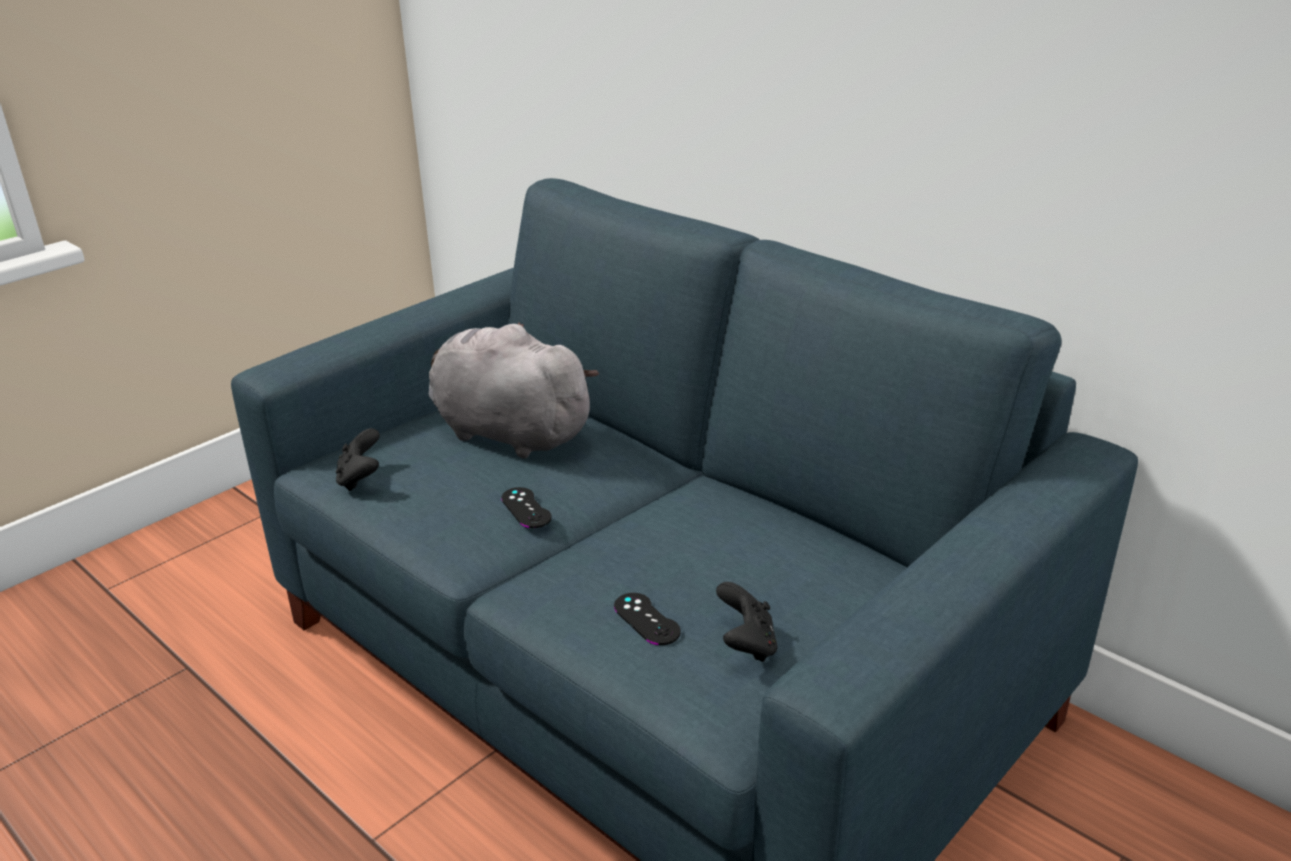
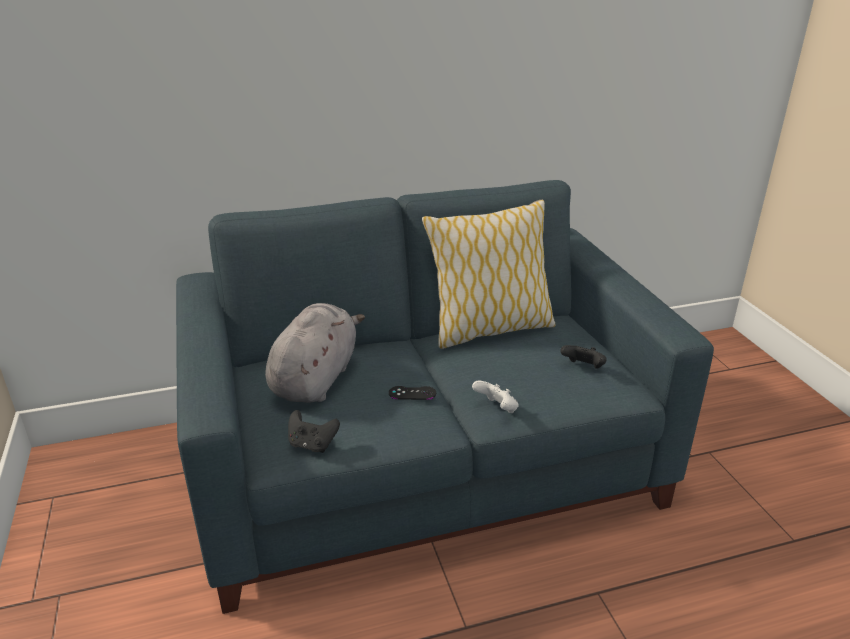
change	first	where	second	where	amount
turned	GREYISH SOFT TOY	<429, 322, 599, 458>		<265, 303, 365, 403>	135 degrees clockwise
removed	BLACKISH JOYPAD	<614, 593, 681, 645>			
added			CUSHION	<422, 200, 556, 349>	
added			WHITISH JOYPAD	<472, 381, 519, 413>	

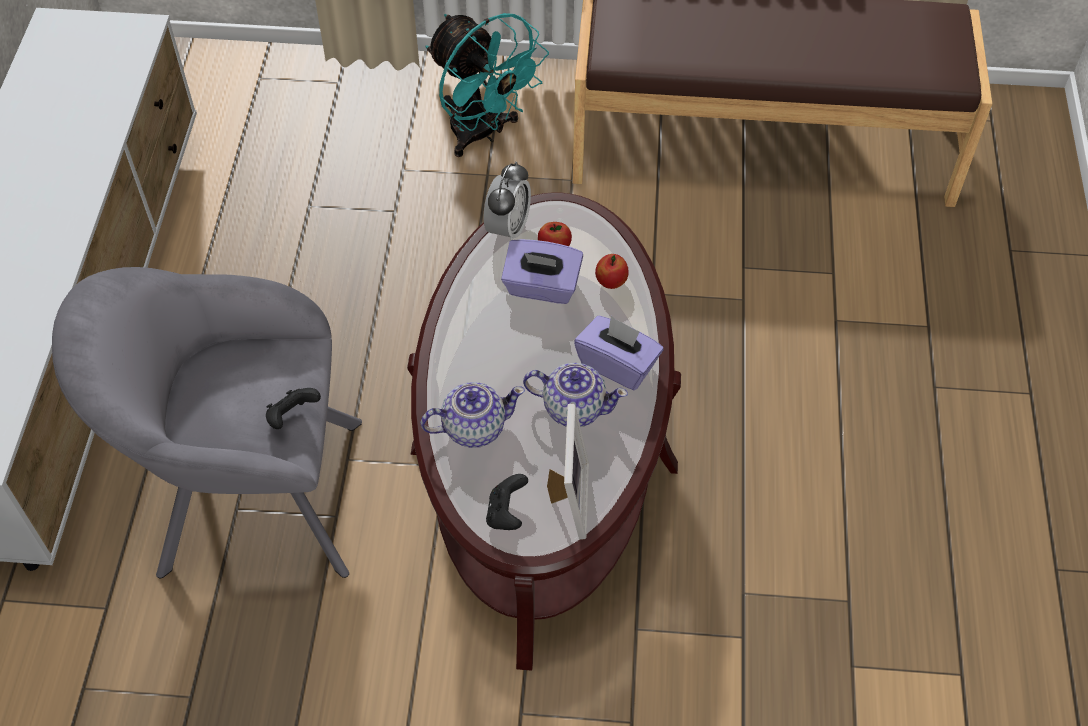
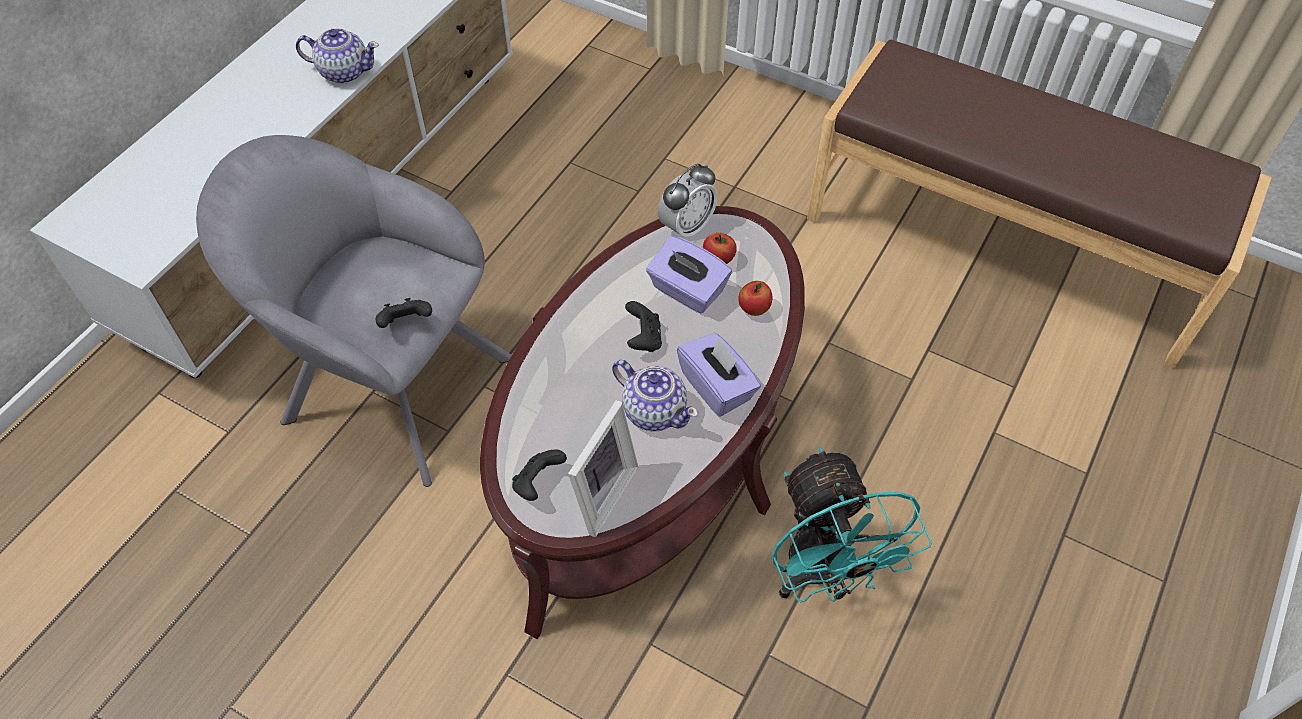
change	first	where	second	where	amount
moved	TURQUOISE FAN	<426, 13, 549, 157>		<772, 447, 932, 603>	
moved	POT FOR TEA	<420, 382, 525, 448>		<296, 28, 379, 83>	
added			BLACKISH JOYPAD	<625, 301, 662, 352>	

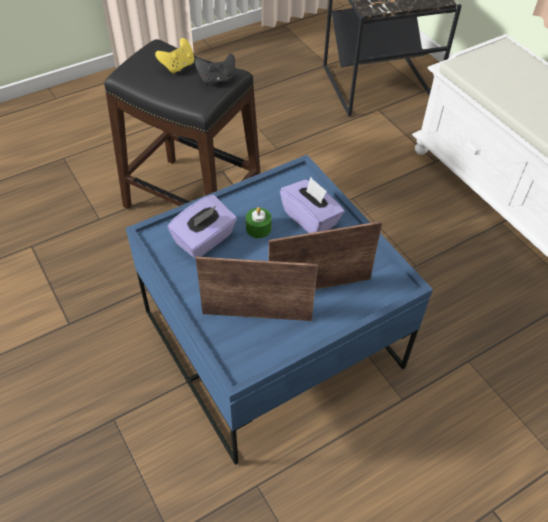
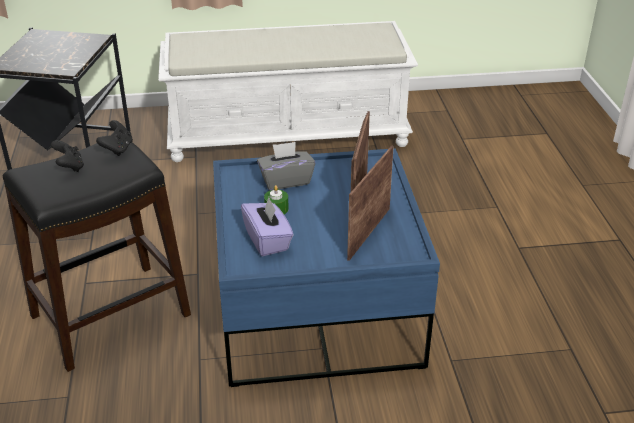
change	first	where	second	where	amount
recoloured	YELLOWISH JOYPAD	<155, 38, 194, 74>	BLACKISH JOYPAD	<51, 140, 84, 172>	
recoloured	PURPLE-COLOURED TISSUE BOX	<280, 177, 345, 233>	GREYISH TISSUE BOX	<257, 142, 315, 190>	

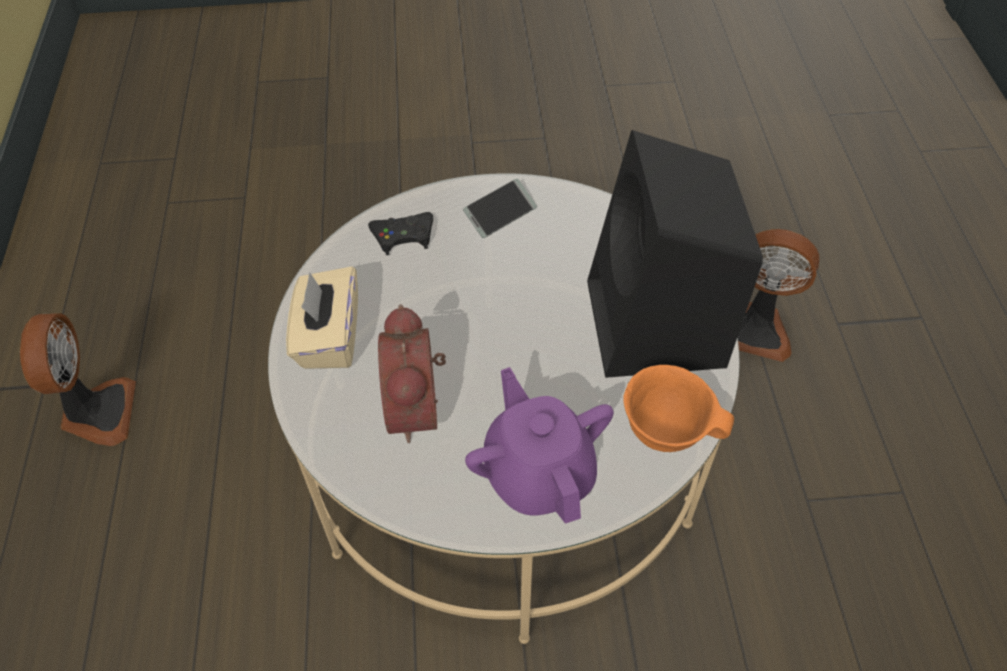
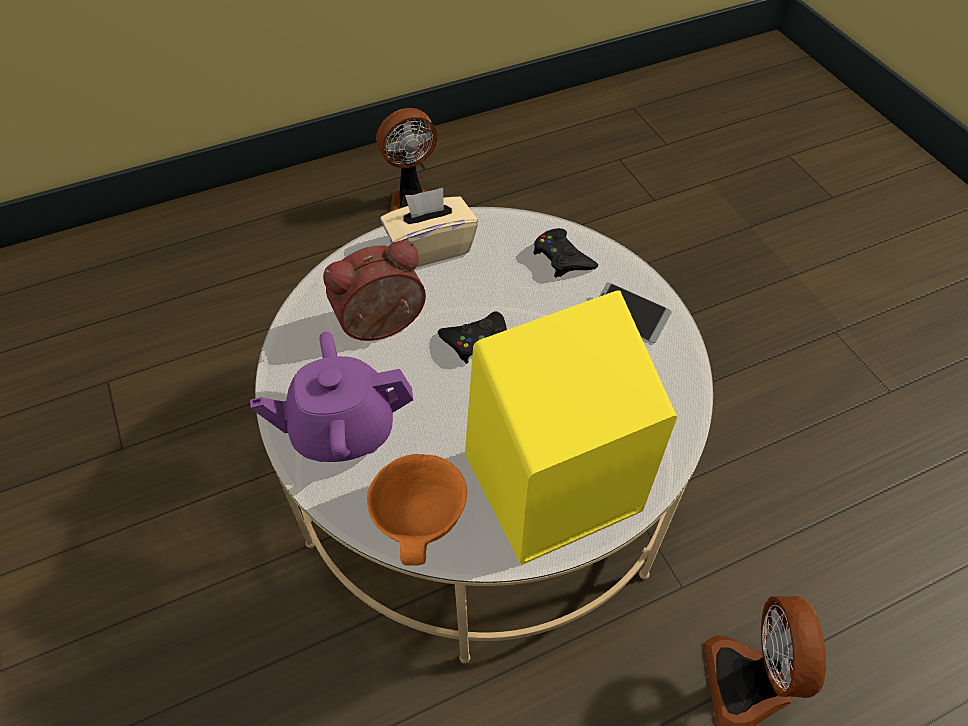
change	first	where	second	where	amount
recoloured	BLACKISH LOUDSPEAKER	<587, 130, 763, 378>	YELLOWISH LOUDSPEAKER	<465, 290, 677, 565>	
turned	PURPLE-COLOURED POT FOR TEA	<465, 367, 614, 524>		<250, 332, 413, 462>	150 degrees counterclockwise
added			BLACKISH JOYPAD	<438, 311, 507, 364>	

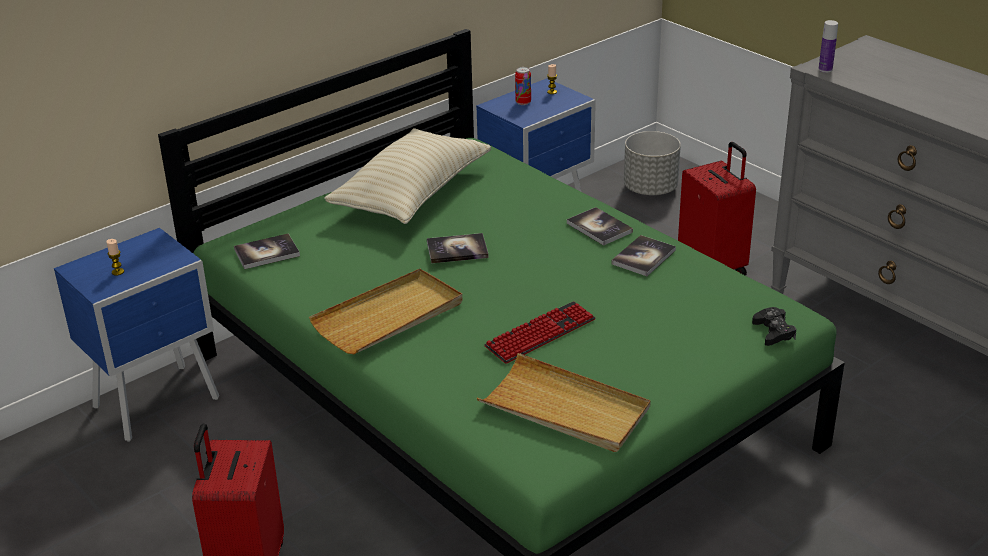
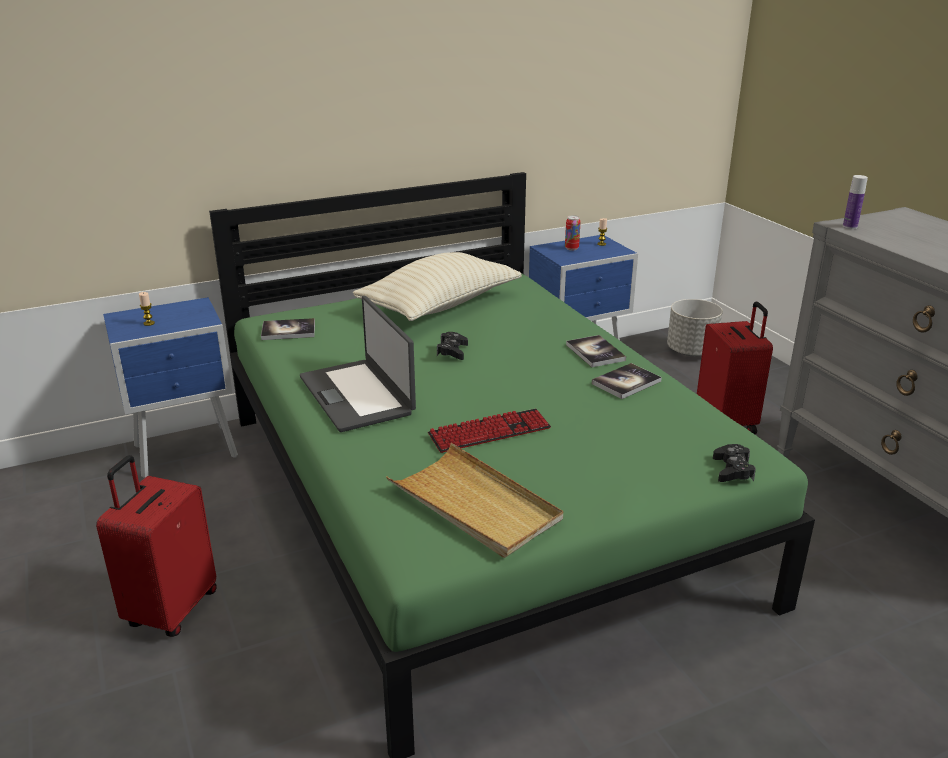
change	first	where	second	where	amount
replaced	BOOK	<427, 233, 489, 263>	BLACKISH JOYPAD	<437, 332, 468, 360>	
replaced	SAND-COLOURED TRAY	<309, 269, 463, 354>	LAPTOP	<300, 296, 416, 432>	

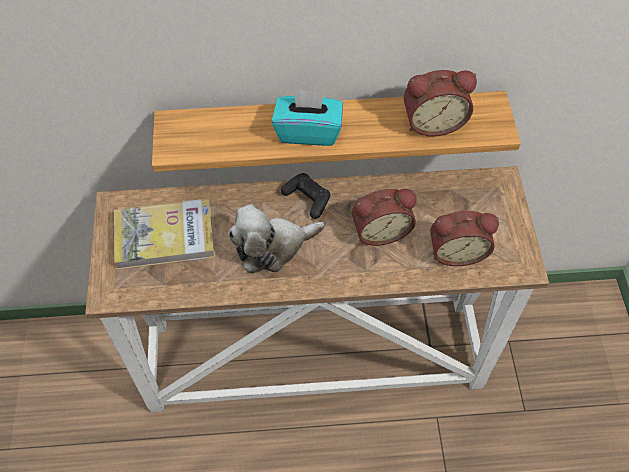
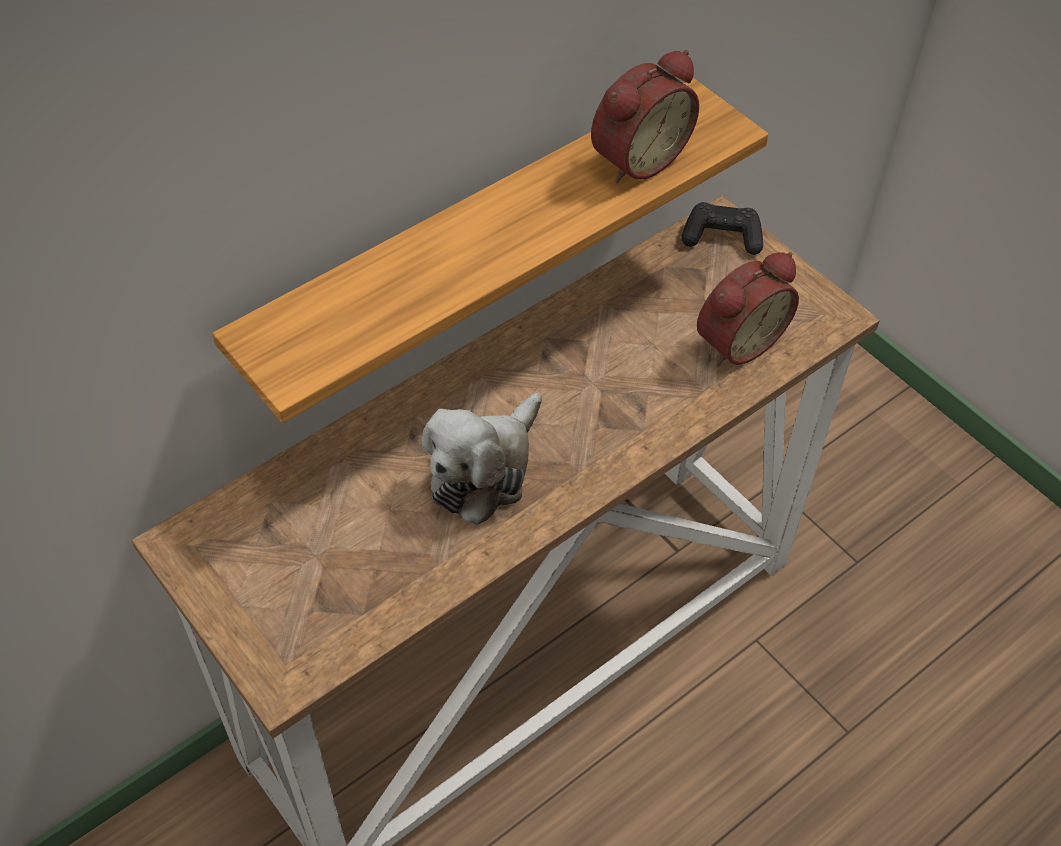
change	first	where	second	where	amount
removed	TURQUOISE TISSUE BOX	<272, 89, 343, 146>			
moved	BLACKISH JOYPAD	<281, 173, 330, 219>		<681, 202, 763, 255>	
removed	TABLE CLOCK	<352, 189, 417, 246>			
removed	BOOK	<114, 199, 215, 270>			

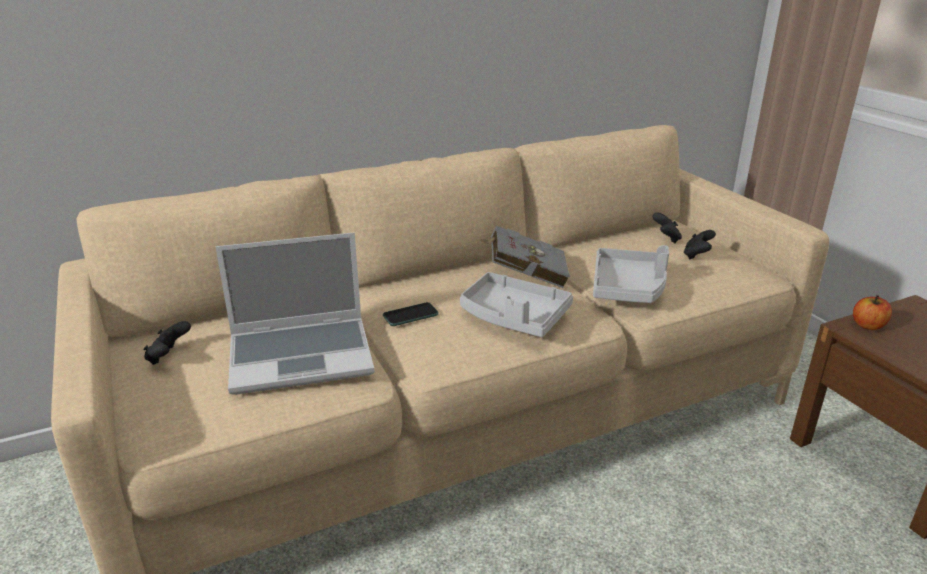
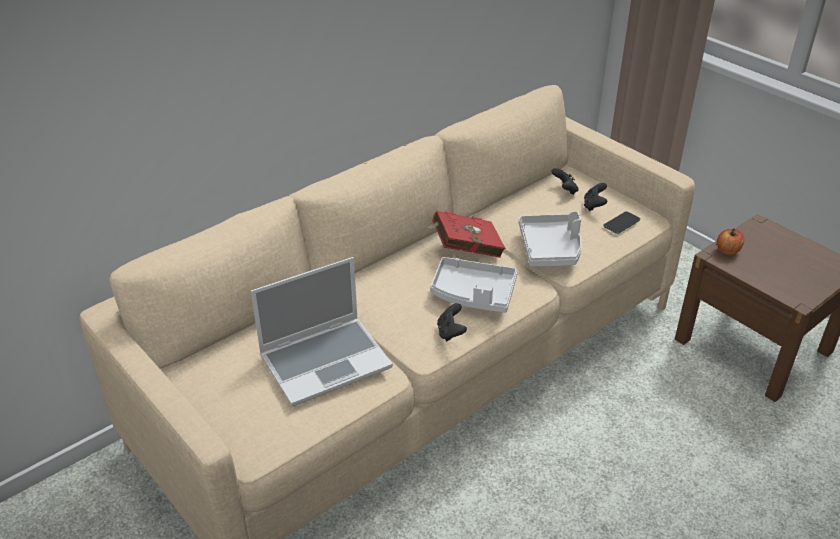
change	first	where	second	where	amount
recoloured	GREYISH BOOK	<478, 226, 570, 288>	RED-COLOURED BOOK	<425, 211, 505, 258>	
moved	HANDSET	<383, 302, 439, 326>		<603, 211, 640, 234>	
moved	BLACKISH JOYPAD	<143, 321, 191, 365>		<437, 303, 467, 341>	

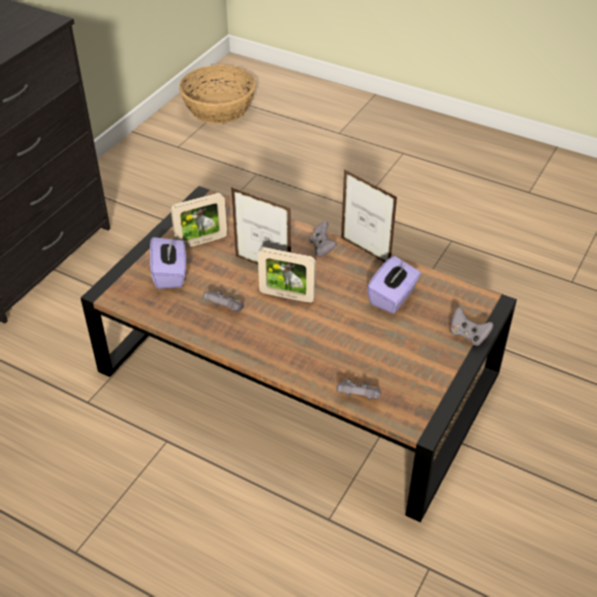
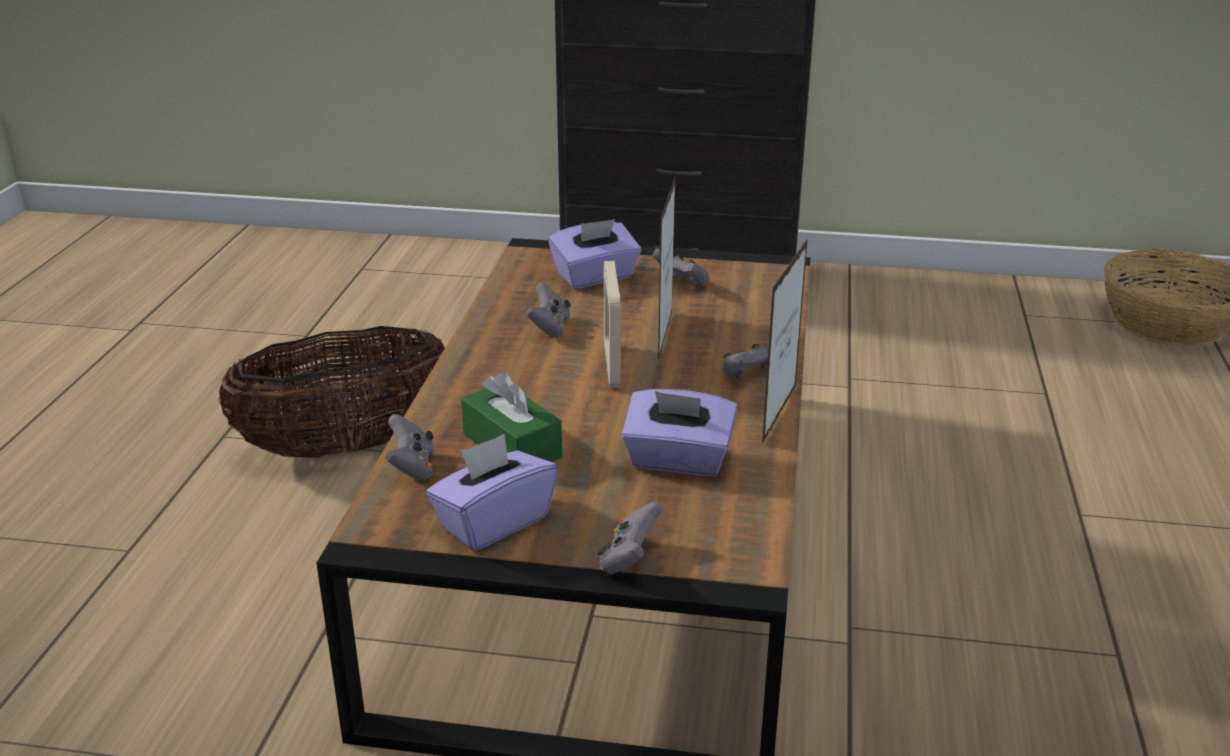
change	first	where	second	where	amount
replaced	PICTURE FRAME	<171, 193, 227, 248>	GREYISH JOYPAD	<652, 248, 709, 287>	
added			HOUSEHOLD BASKET	<219, 326, 445, 458>	
added			GREEN TISSUE BOX	<461, 372, 562, 462>	
added			PURPLE-COLOURED TISSUE BOX	<426, 434, 558, 551>	

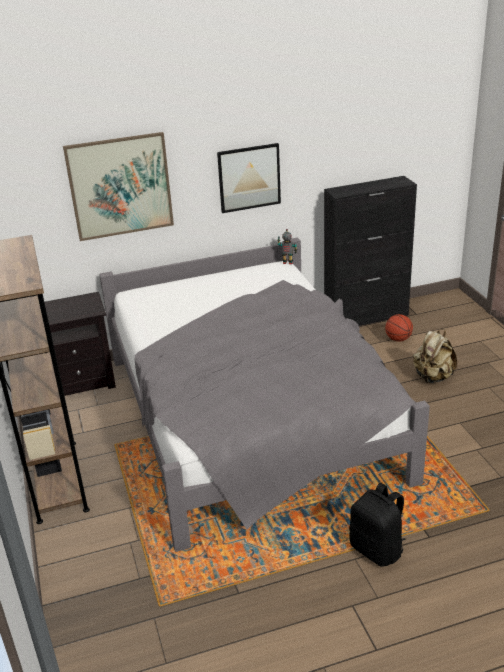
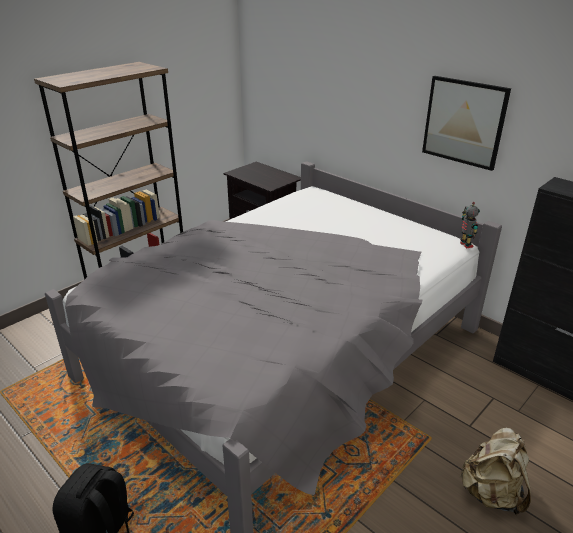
change	first	where	second	where	amount
removed	PICTURE	<63, 132, 174, 241>			
removed	BASKETBALL BALL	<385, 314, 413, 342>			

